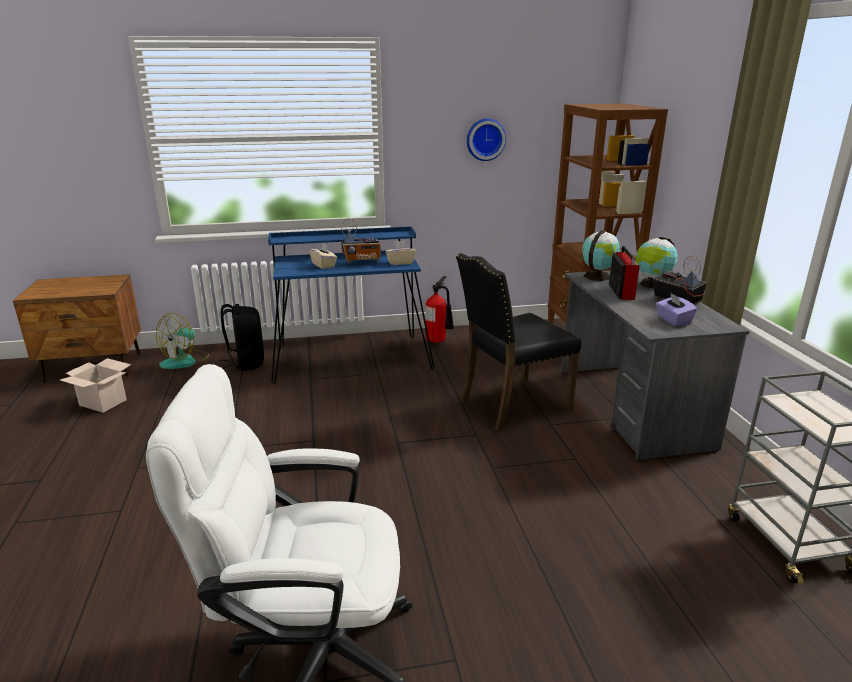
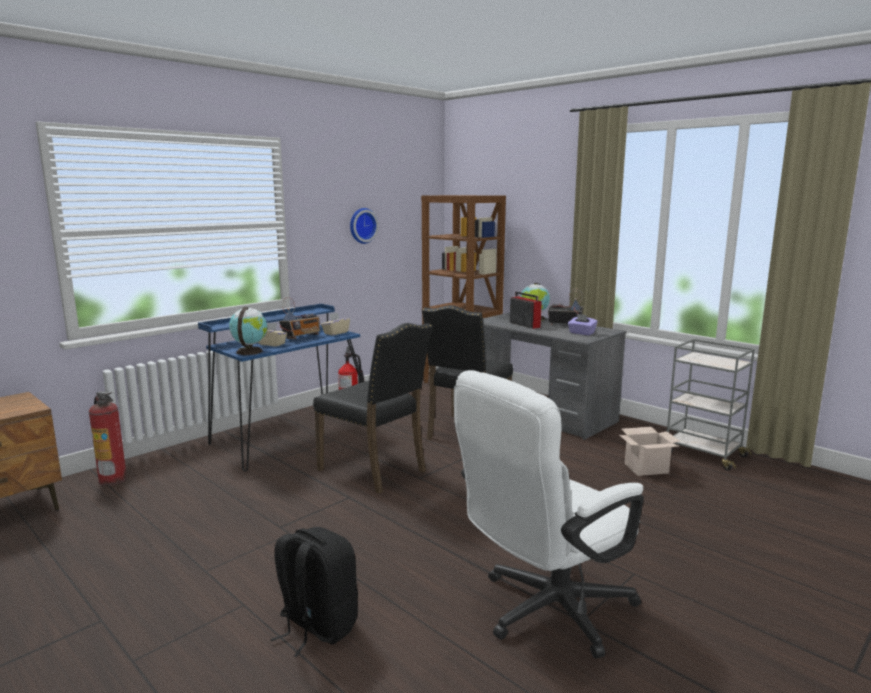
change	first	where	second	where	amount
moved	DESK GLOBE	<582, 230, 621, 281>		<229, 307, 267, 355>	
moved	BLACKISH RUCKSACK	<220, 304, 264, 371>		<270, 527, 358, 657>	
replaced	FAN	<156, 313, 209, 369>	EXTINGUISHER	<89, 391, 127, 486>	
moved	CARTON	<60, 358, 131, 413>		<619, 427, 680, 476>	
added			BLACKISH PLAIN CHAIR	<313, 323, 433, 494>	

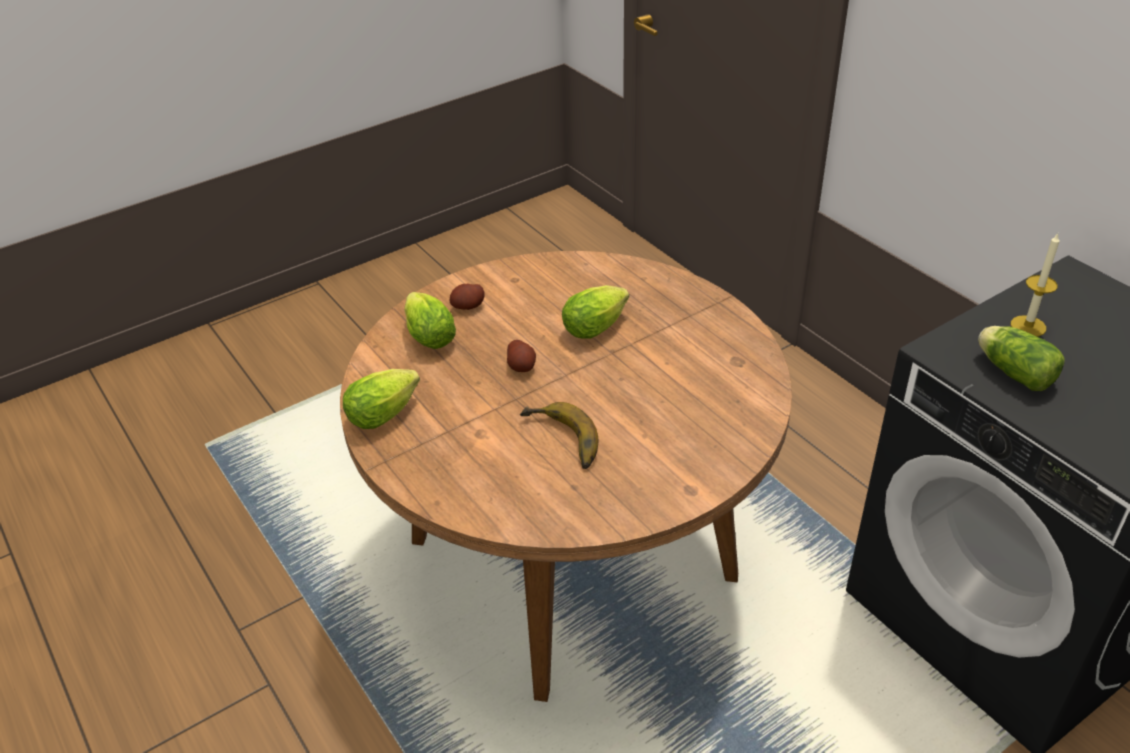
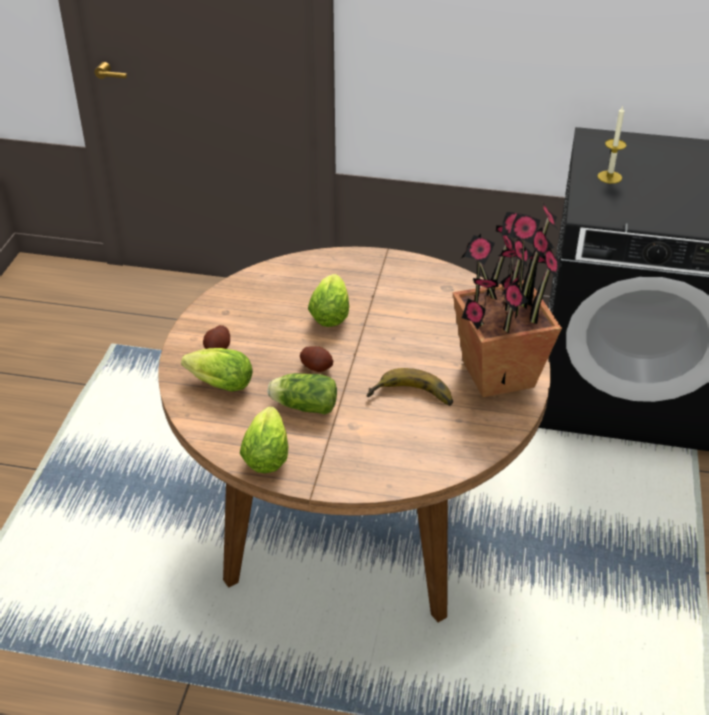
change	first	where	second	where	amount
moved	HEAD OF LETTUCE	<978, 326, 1065, 391>		<268, 373, 337, 414>	
added			POTTED PLANT	<453, 203, 563, 397>	

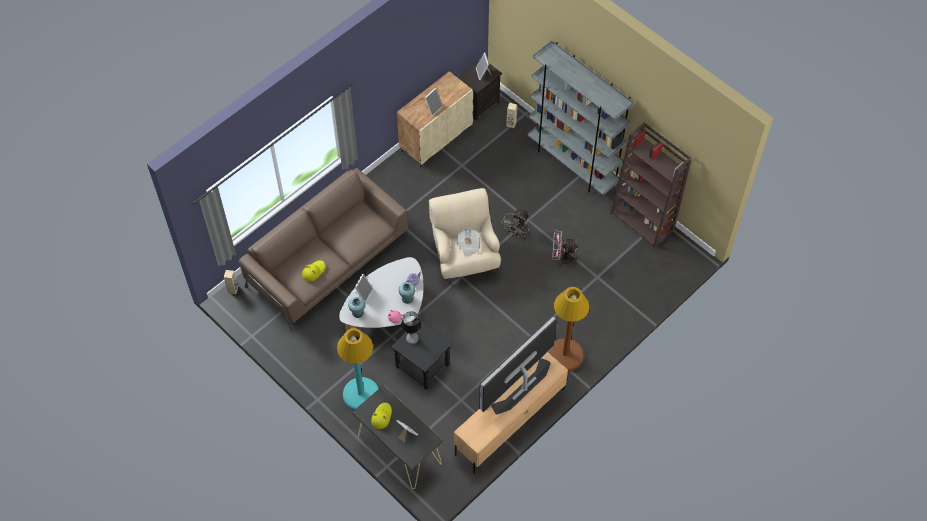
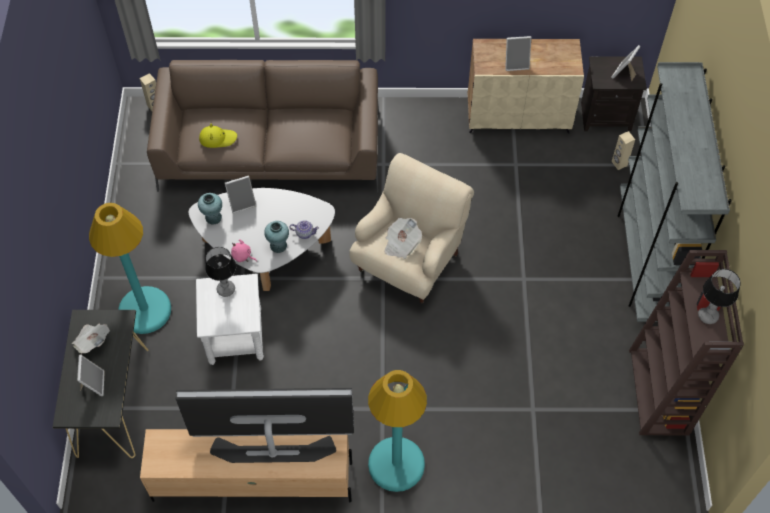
change	first	where	second	where	amount
removed	GREYISH FAN	<501, 208, 530, 240>			
removed	PINK-COLOURED FAN	<552, 231, 578, 267>			
recoloured	BROWN STANDARD LAMP	<548, 287, 589, 371>	TURQUOISE STANDARD LAMP	<368, 370, 427, 492>	
recoloured	BLACKISH SIDE TABLE	<391, 319, 452, 390>	WHITISH SIDE TABLE	<196, 274, 264, 365>	
replaced	YELLOWISH WEARABLE HAT	<371, 403, 392, 429>	DAILY PAPER	<72, 324, 110, 353>	
added			TABLE LAMP	<698, 269, 741, 324>	

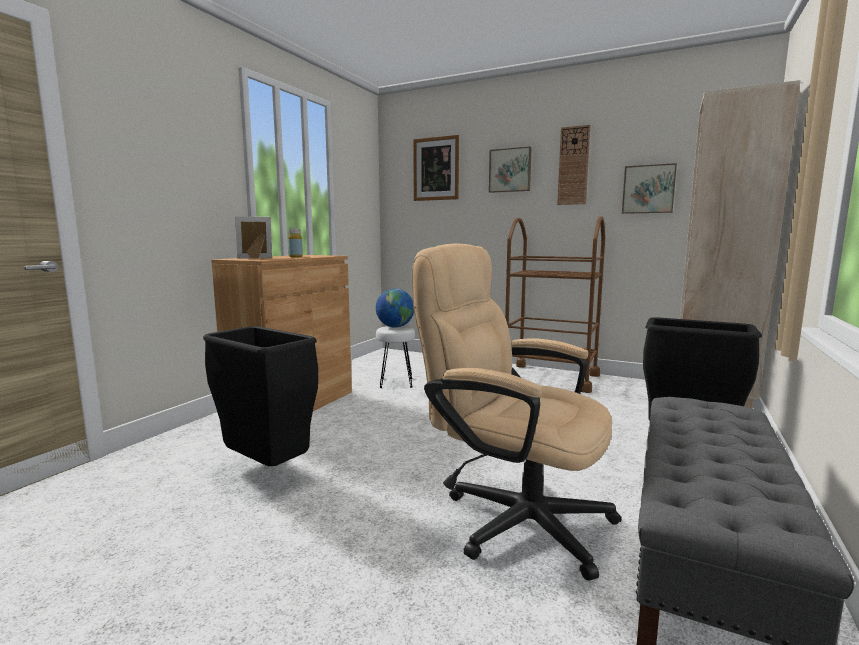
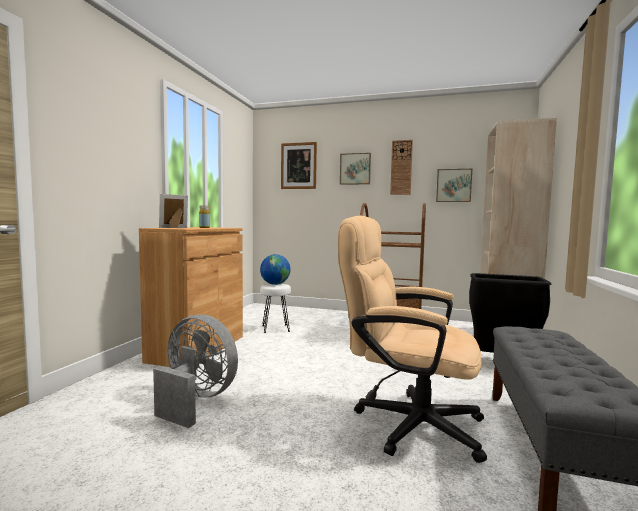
change	first	where	second	where	amount
replaced	BLACKISH WASTE BIN	<203, 326, 318, 466>	GREYISH FAN	<153, 314, 238, 428>	

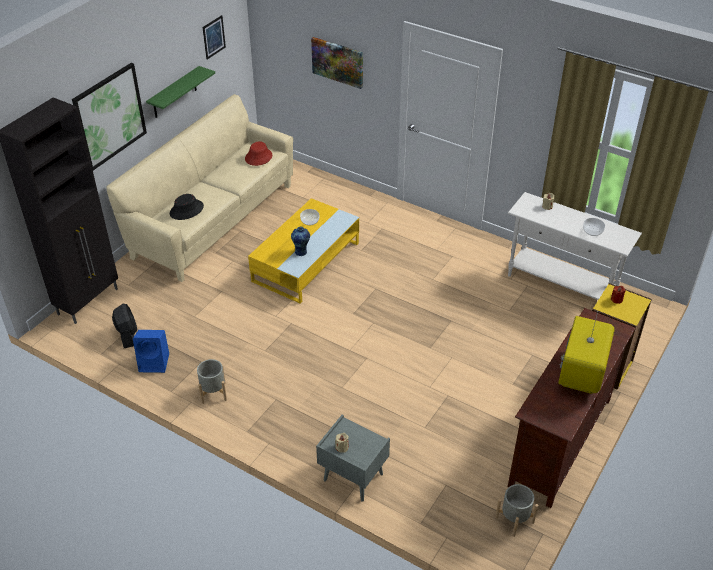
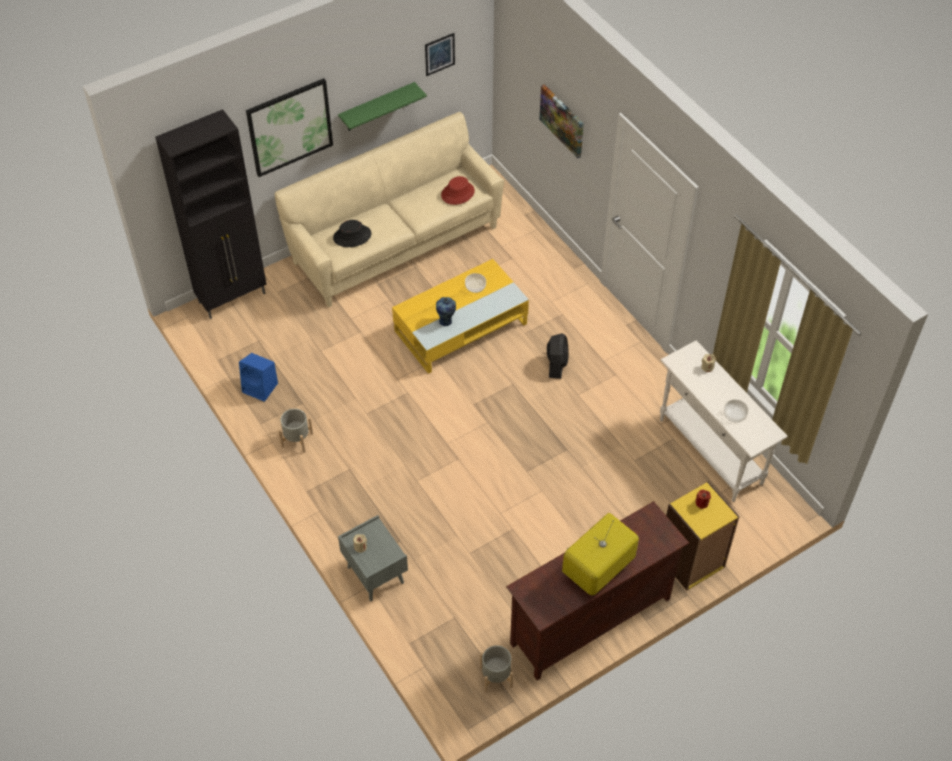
change	first	where	second	where	amount
moved	BLACKISH FAN	<112, 304, 137, 348>		<547, 333, 569, 379>	

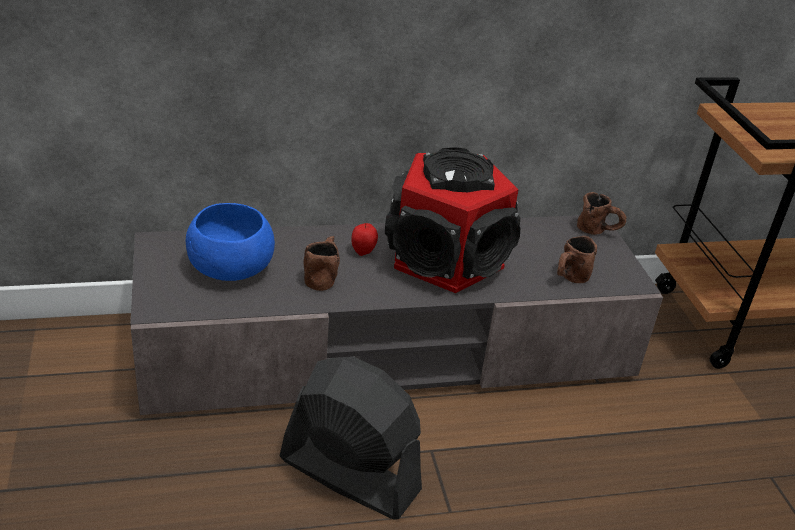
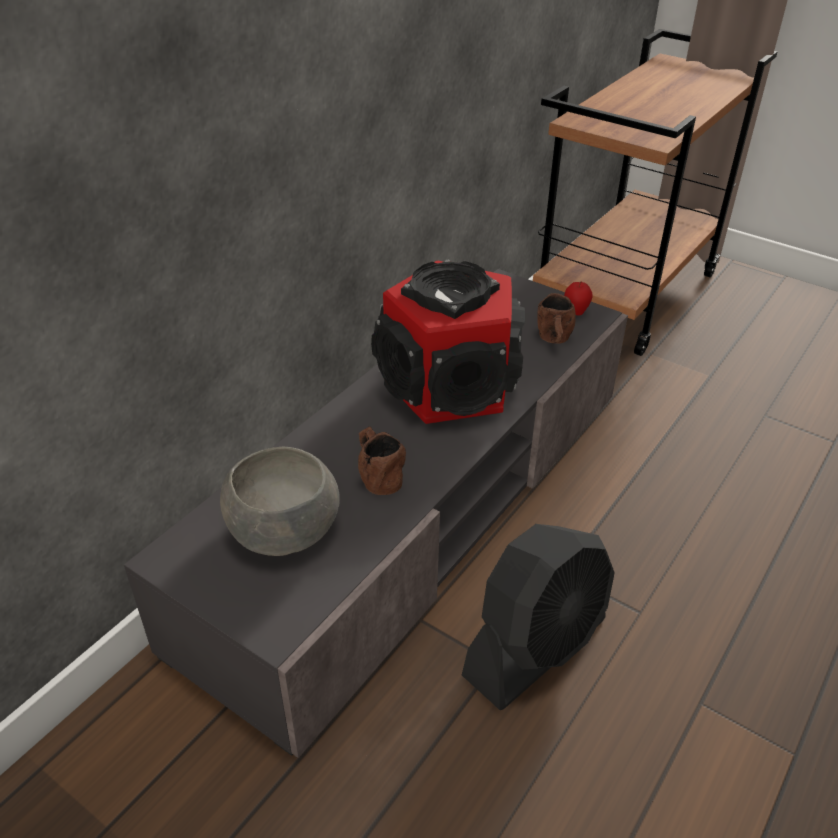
change	first	where	second	where	amount
removed	BROWN COFFEE MUG	<577, 192, 626, 235>			
recoloured	BLUISH SERVING BOWL	<186, 203, 275, 281>	GREYISH SERVING BOWL	<220, 447, 339, 556>	
moved	APPLE FRUIT	<351, 223, 378, 256>		<564, 281, 593, 316>	
turned	BLACKISH FAN	<280, 356, 422, 520>		<462, 524, 615, 710>	150 degrees clockwise

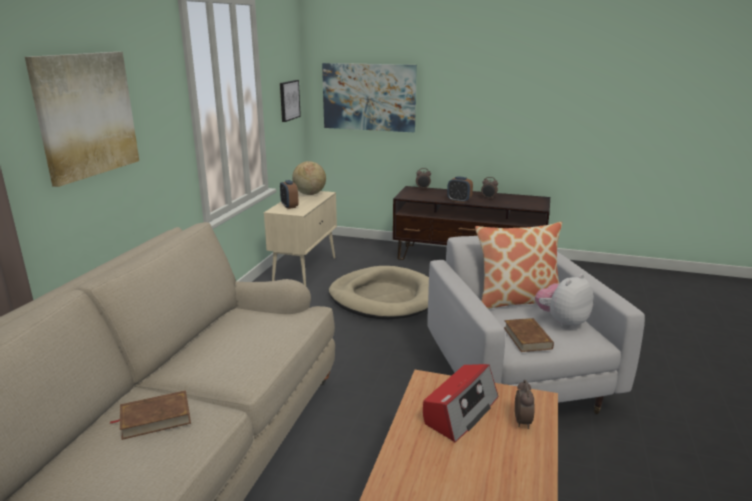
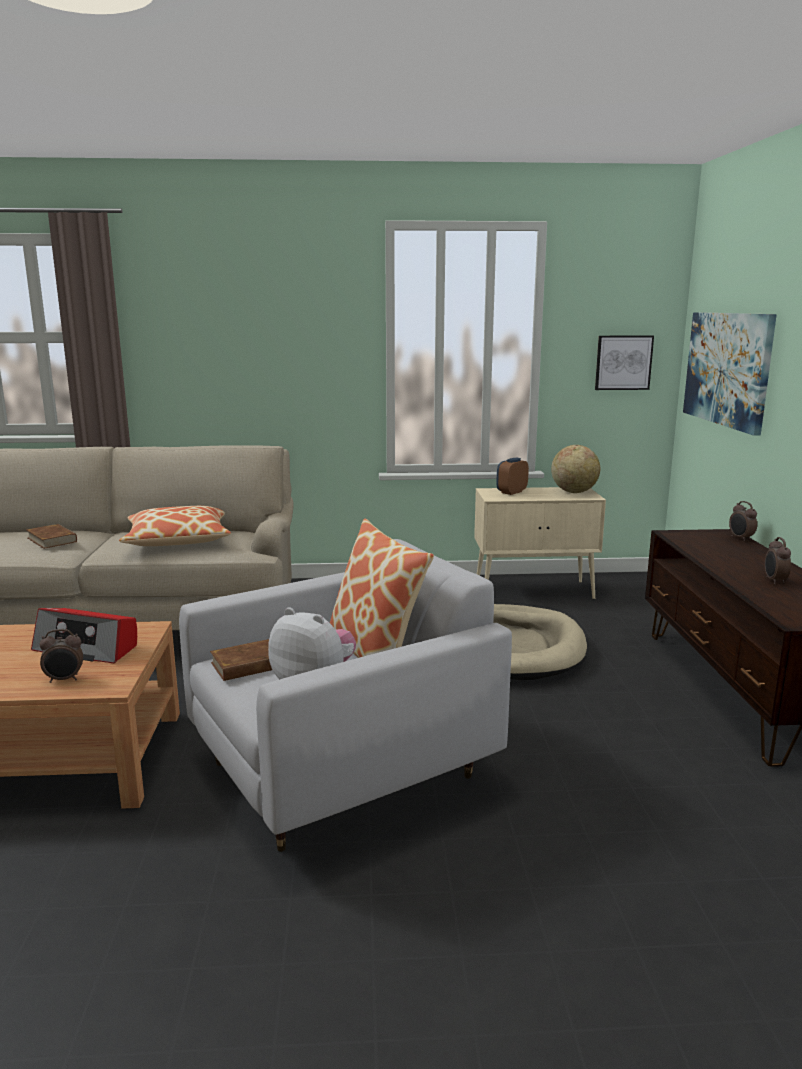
change	first	where	second	where	amount
removed	PICTURE	<25, 52, 139, 187>			
removed	TABLE CLOCK	<447, 176, 473, 203>			
added			CUSHION	<119, 506, 231, 546>	

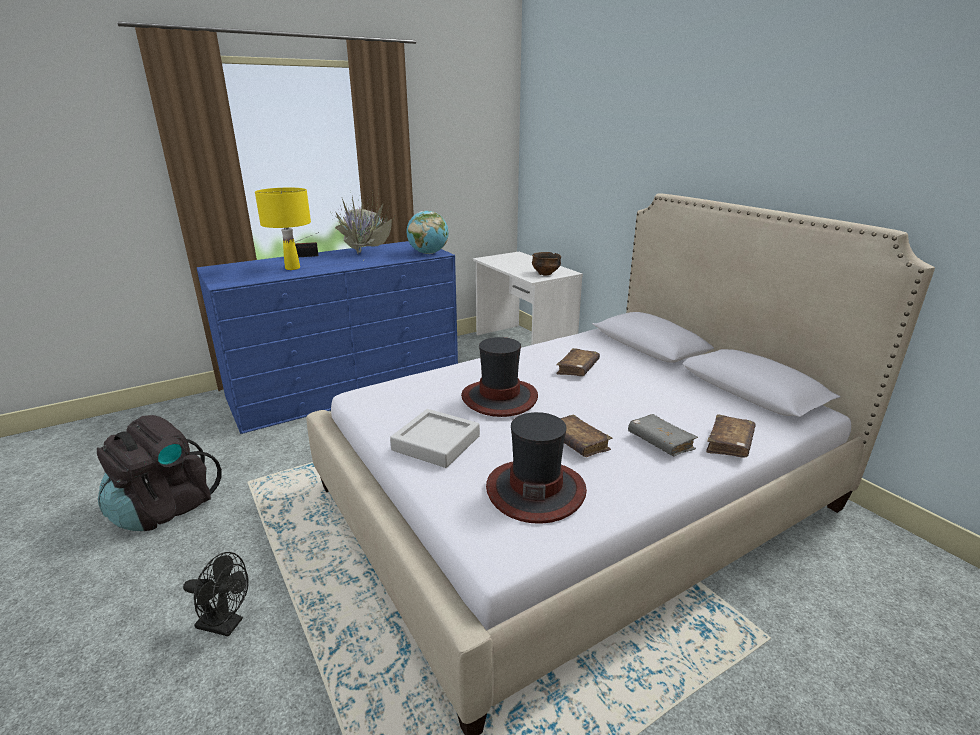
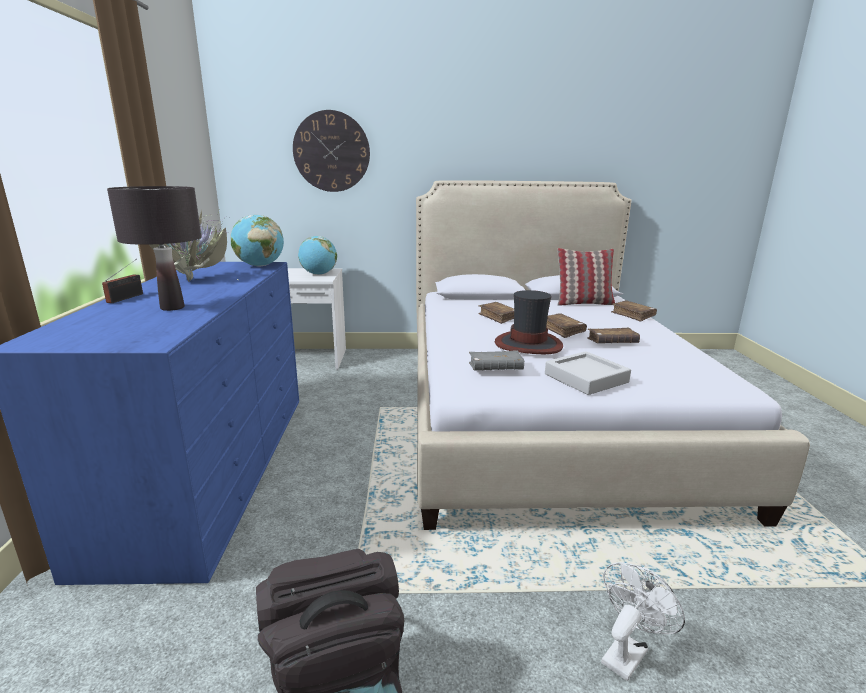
change	first	where	second	where	amount
recoloured	YELLOWISH TABLE LAMP	<255, 188, 311, 270>	BLACKISH TABLE LAMP	<107, 186, 201, 311>	
replaced	SERVING BOWL	<532, 252, 561, 276>	DESK GLOBE	<298, 236, 337, 275>	
removed	WEARABLE HAT	<486, 412, 587, 524>			
moved	GREYISH BOOK	<628, 414, 698, 456>		<469, 350, 524, 370>	
recoloured	BLACKISH FAN	<183, 552, 249, 637>	WHITISH FAN	<601, 562, 685, 681>	
added			CLOCK ON THE WALL	<293, 110, 370, 192>	
added			CUSHION	<557, 248, 615, 306>	
added			BROWN BOOK	<546, 313, 587, 338>	

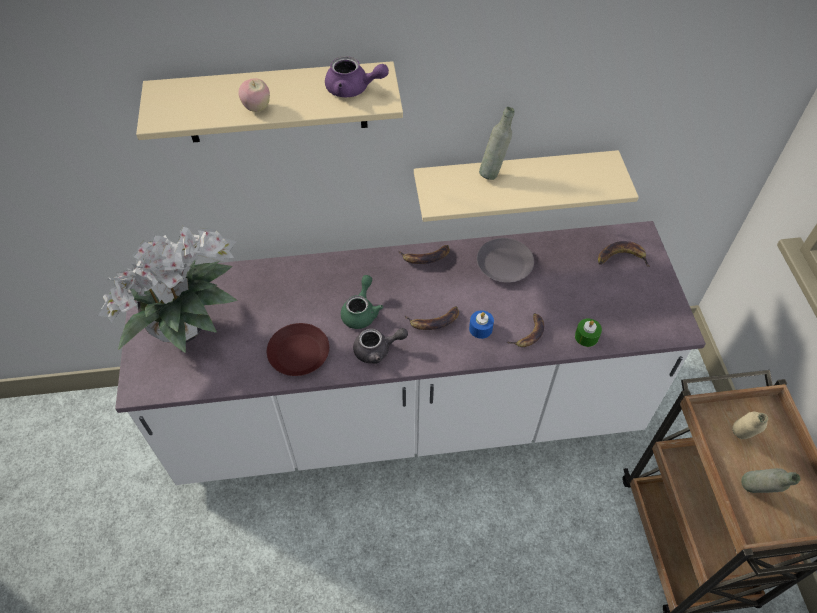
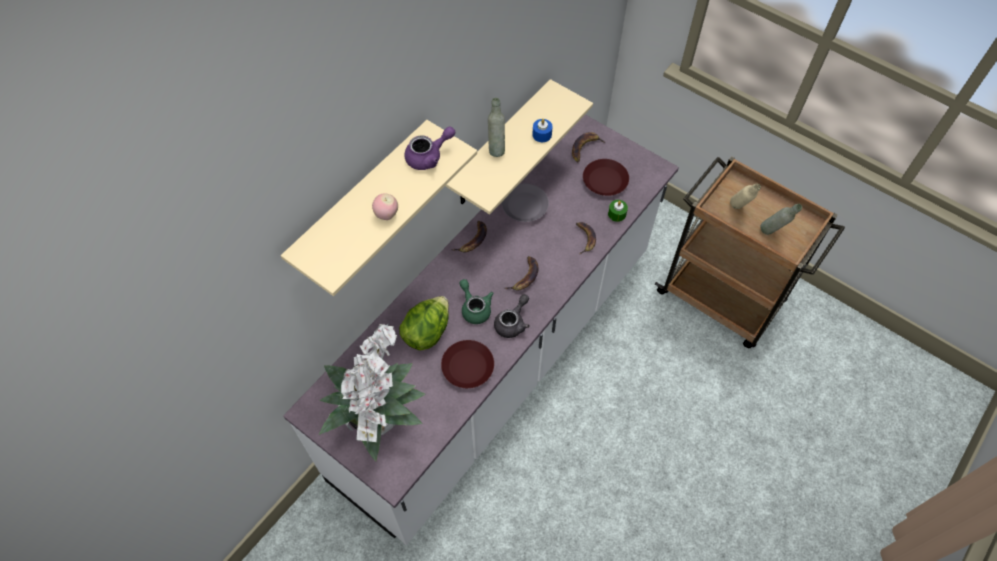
change	first	where	second	where	amount
moved	BLUISH WAX CANDLE	<469, 310, 494, 339>		<532, 119, 553, 142>	
added			BROWN DINNER PLATE	<583, 159, 629, 196>	
added			HEAD OF LETTUCE	<399, 296, 449, 351>	

